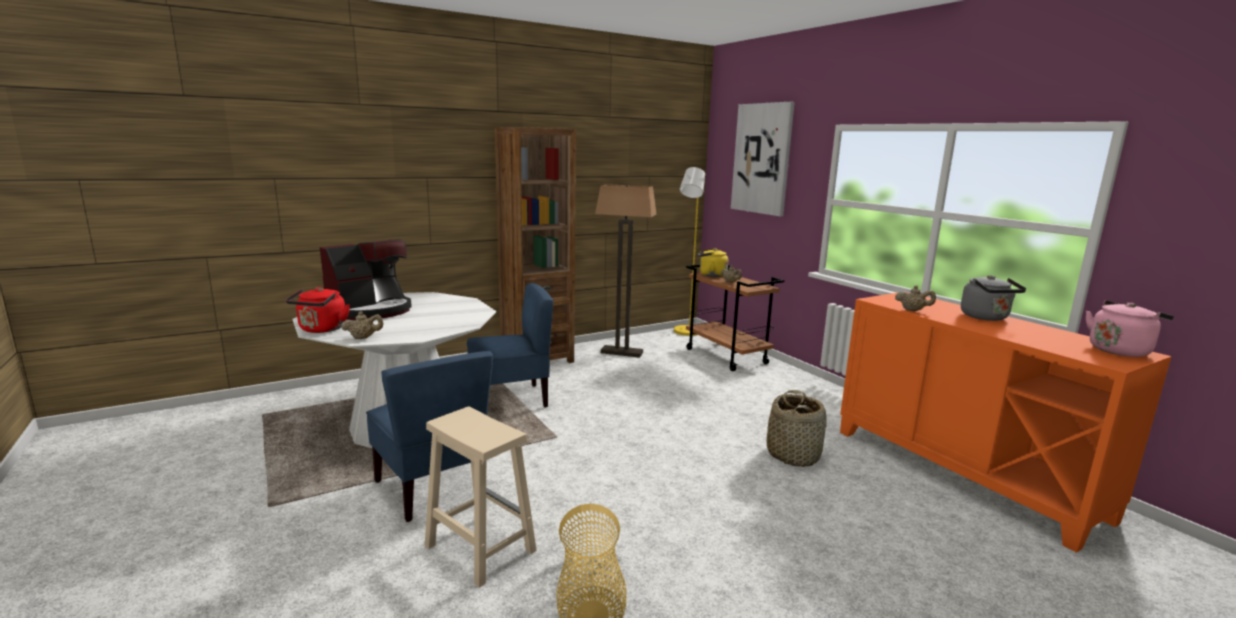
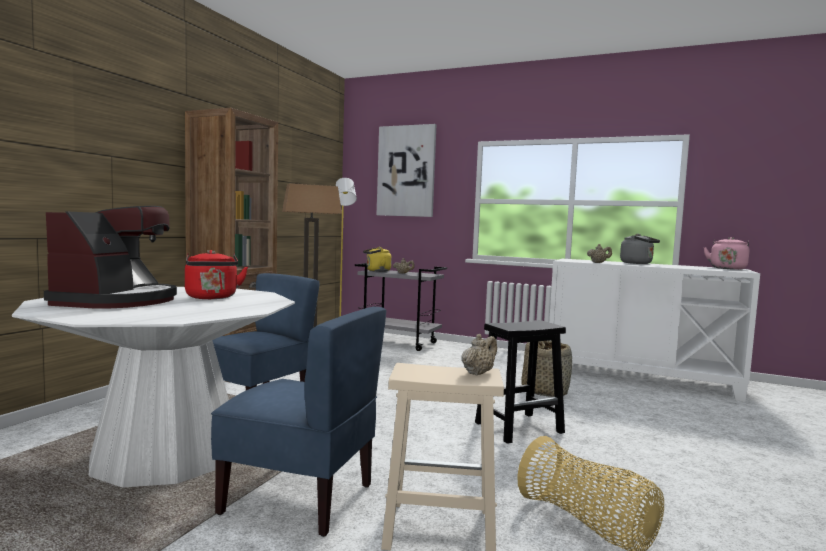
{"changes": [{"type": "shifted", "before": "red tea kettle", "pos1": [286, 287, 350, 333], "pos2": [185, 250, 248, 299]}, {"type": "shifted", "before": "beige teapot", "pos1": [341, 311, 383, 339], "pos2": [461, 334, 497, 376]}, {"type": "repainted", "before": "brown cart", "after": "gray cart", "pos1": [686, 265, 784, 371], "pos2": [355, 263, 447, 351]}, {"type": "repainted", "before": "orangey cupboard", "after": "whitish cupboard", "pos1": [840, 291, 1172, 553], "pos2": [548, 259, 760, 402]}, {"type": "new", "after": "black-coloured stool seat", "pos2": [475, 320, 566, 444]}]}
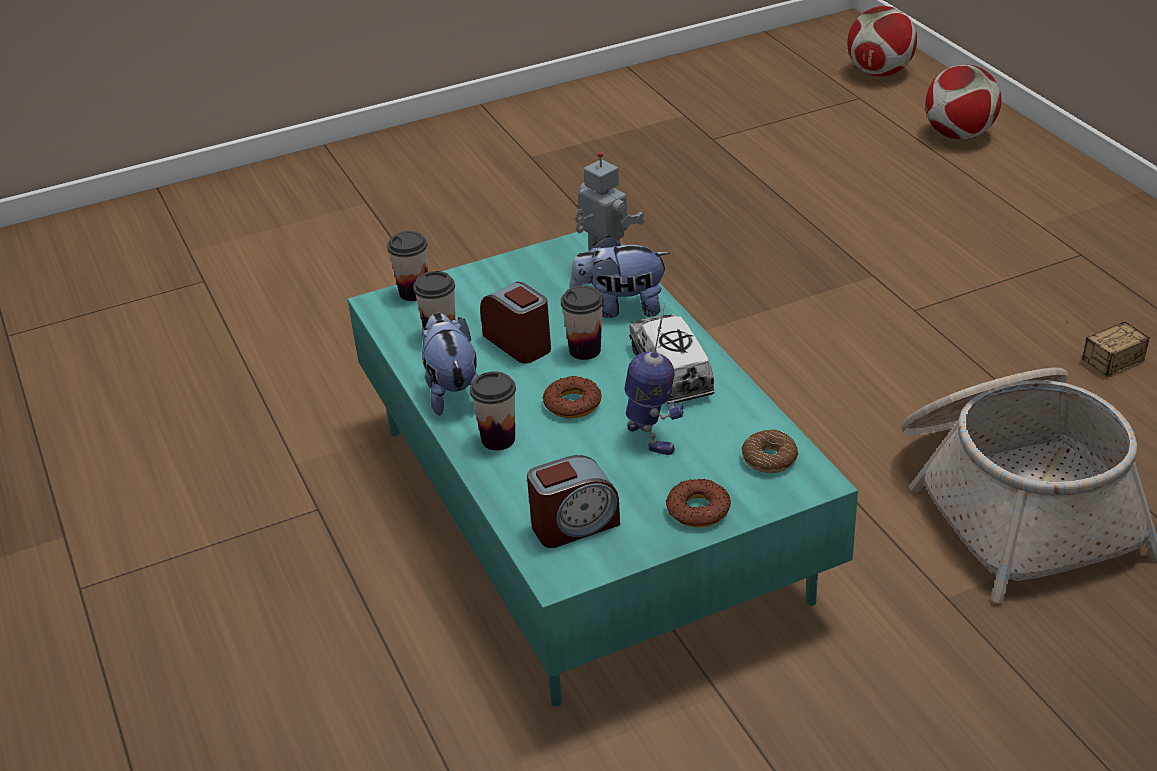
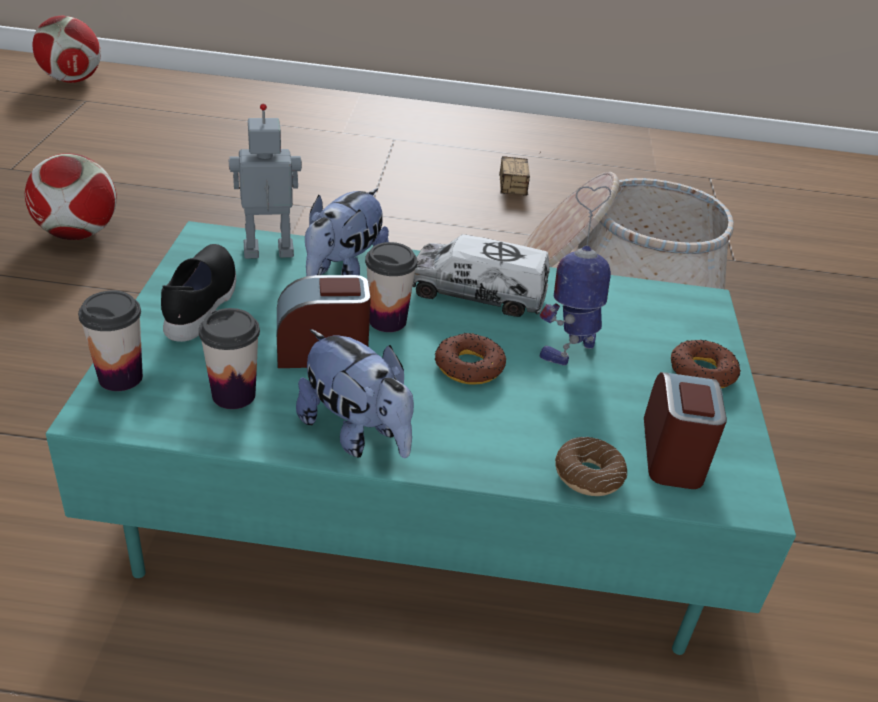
{"changes": [{"type": "rotated", "before": "cuddly toy", "pos1": [421, 312, 478, 416], "pos2": [296, 329, 414, 458], "turn": -150}, {"type": "gone", "before": "drinking cup", "pos1": [470, 371, 516, 450]}, {"type": "rotated", "before": "model robot", "pos1": [625, 304, 684, 455], "pos2": [539, 186, 611, 366], "turn": -45}, {"type": "shifted", "before": "donut", "pos1": [742, 430, 798, 473], "pos2": [555, 437, 627, 496]}, {"type": "shifted", "before": "football ball", "pos1": [925, 65, 1002, 139], "pos2": [25, 153, 117, 240]}, {"type": "new", "after": "black-coloured low shoe", "pos2": [161, 244, 236, 342]}]}
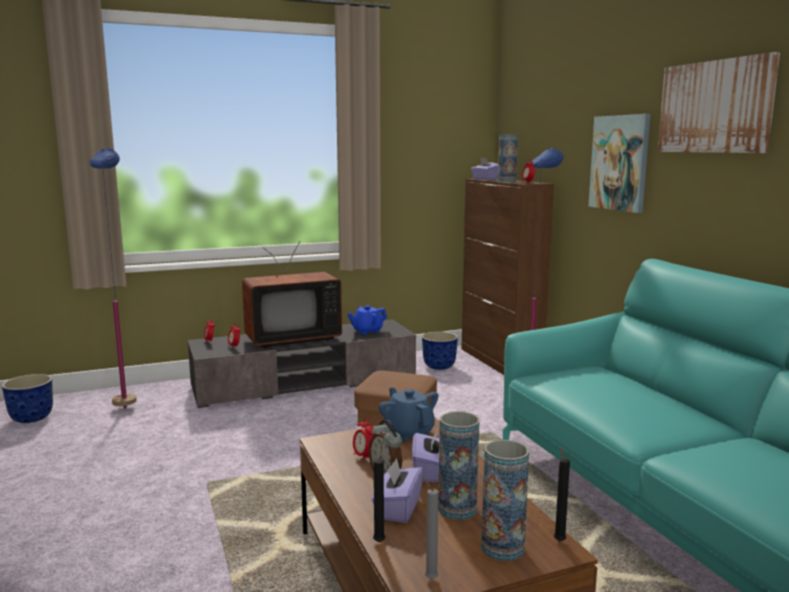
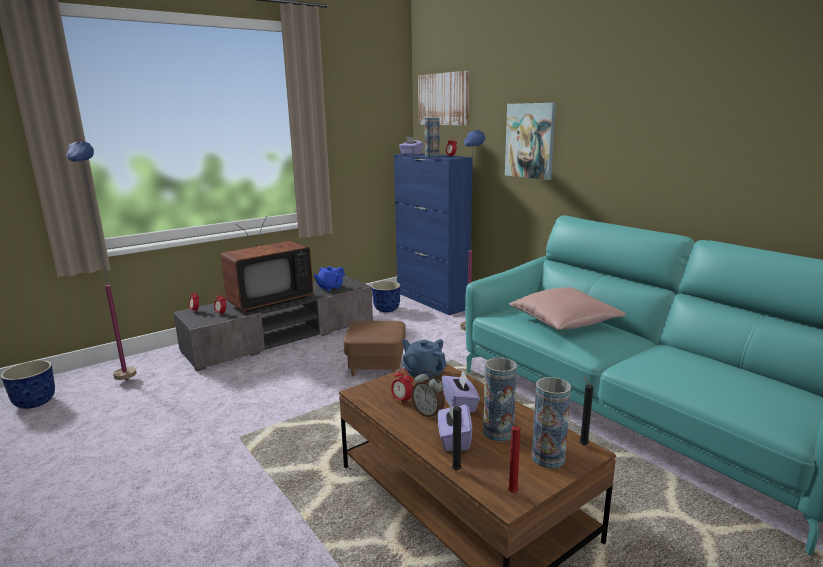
{"changes": [{"type": "repainted", "before": "gray wax candle", "after": "red wax candle", "pos1": [423, 478, 438, 580], "pos2": [507, 419, 521, 493]}, {"type": "repainted", "before": "brown cupboard", "after": "blue-coloured cupboard", "pos1": [462, 179, 554, 375], "pos2": [394, 153, 472, 315]}, {"type": "shifted", "before": "picture", "pos1": [658, 52, 780, 153], "pos2": [418, 71, 469, 125]}, {"type": "new", "after": "pink pillow", "pos2": [509, 287, 626, 330]}]}
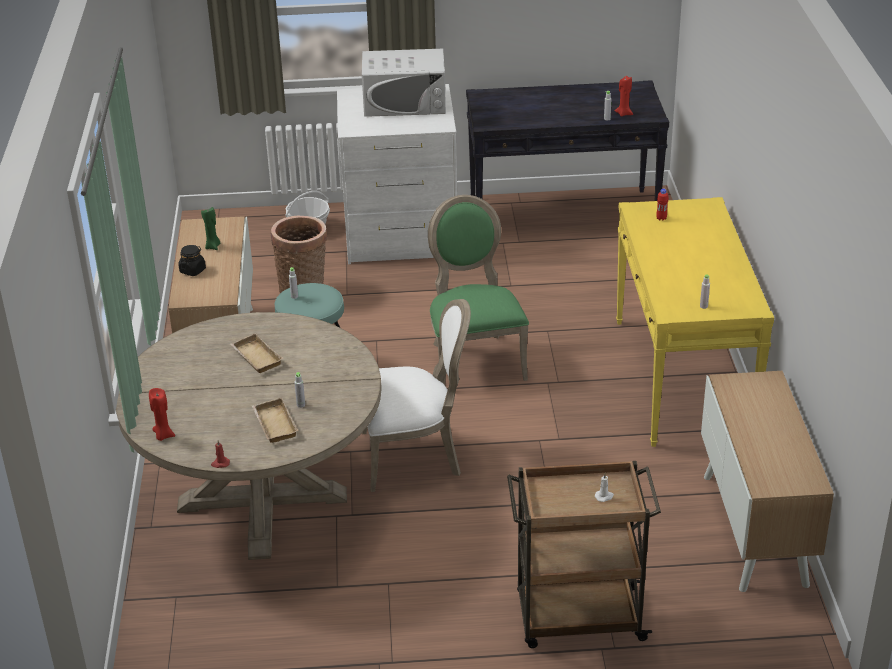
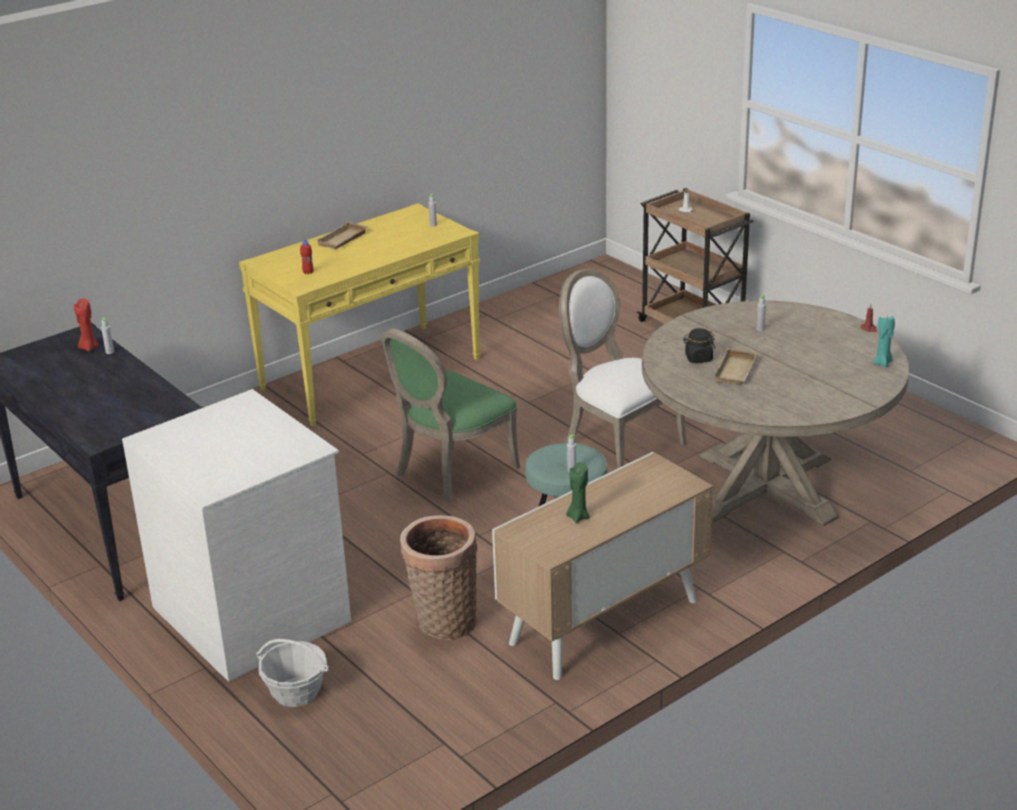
{"changes": [{"type": "repainted", "before": "red wax candle", "after": "turquoise wax candle", "pos1": [149, 388, 175, 441], "pos2": [873, 316, 895, 368]}, {"type": "shifted", "before": "black-coloured preserve jar", "pos1": [178, 245, 206, 276], "pos2": [683, 328, 715, 363]}, {"type": "shifted", "before": "beige carrying tray", "pos1": [252, 397, 299, 443], "pos2": [316, 221, 368, 249]}, {"type": "gone", "before": "whitish microwave", "pos1": [362, 49, 446, 117]}, {"type": "gone", "before": "cupboard", "pos1": [701, 371, 834, 592]}]}
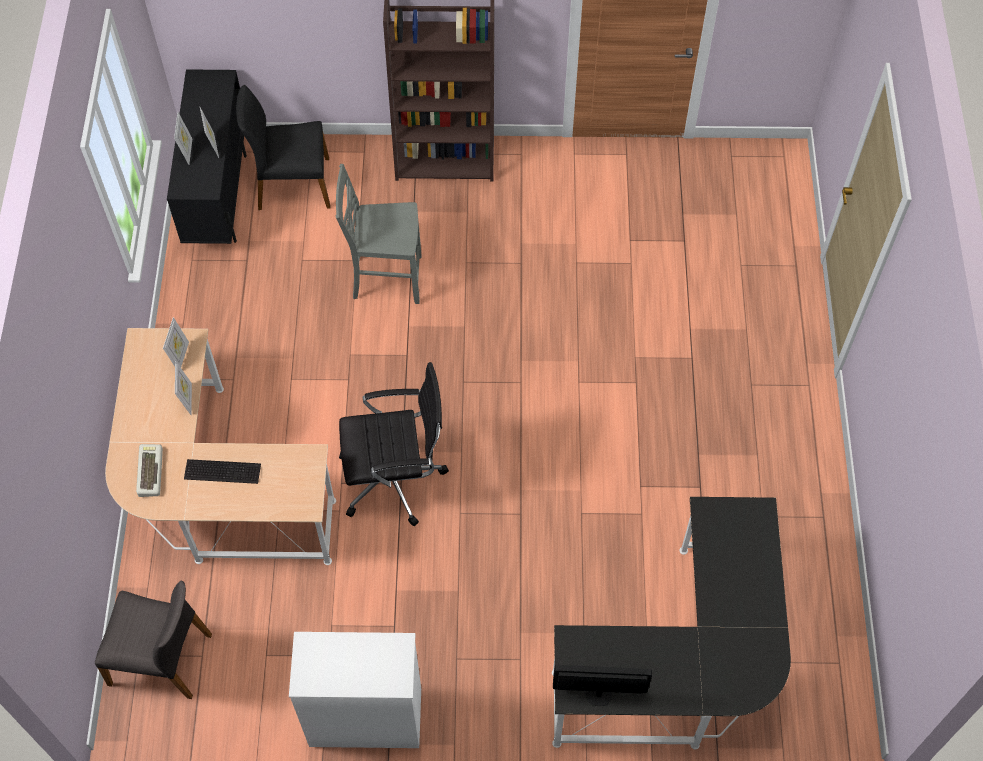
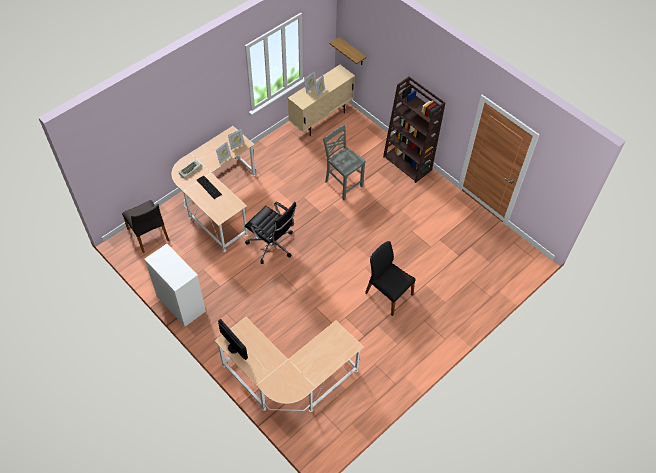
{"changes": [{"type": "repainted", "before": "black-coloured cupboard", "after": "beige cupboard", "pos1": [167, 69, 247, 244], "pos2": [288, 65, 355, 136]}, {"type": "shifted", "before": "black-coloured plain chair", "pos1": [236, 85, 331, 210], "pos2": [365, 241, 415, 316]}, {"type": "repainted", "before": "black-coloured desk table", "after": "beige desk table", "pos1": [552, 497, 791, 750], "pos2": [215, 317, 364, 412]}, {"type": "new", "after": "bracket shelf", "pos2": [330, 37, 367, 65]}]}
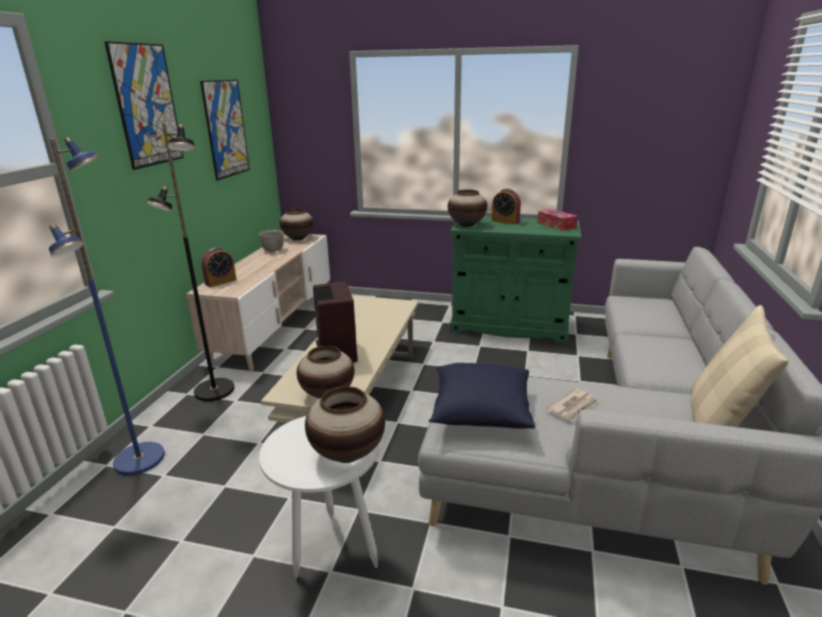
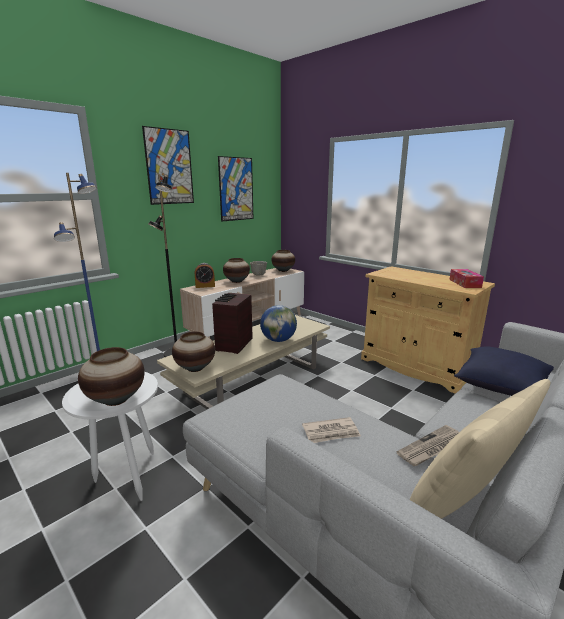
{"changes": [{"type": "shifted", "before": "blue-coloured pillow", "pos1": [429, 363, 535, 429], "pos2": [454, 346, 554, 396]}, {"type": "shifted", "before": "flower vase", "pos1": [448, 190, 487, 227], "pos2": [223, 258, 250, 283]}, {"type": "repainted", "before": "green cupboard", "after": "beige cupboard", "pos1": [450, 216, 581, 343], "pos2": [361, 266, 495, 394]}, {"type": "gone", "before": "bedside clock", "pos1": [491, 188, 521, 225]}, {"type": "new", "after": "world globe", "pos2": [260, 305, 297, 342]}, {"type": "new", "after": "daily paper", "pos2": [397, 425, 459, 466]}]}
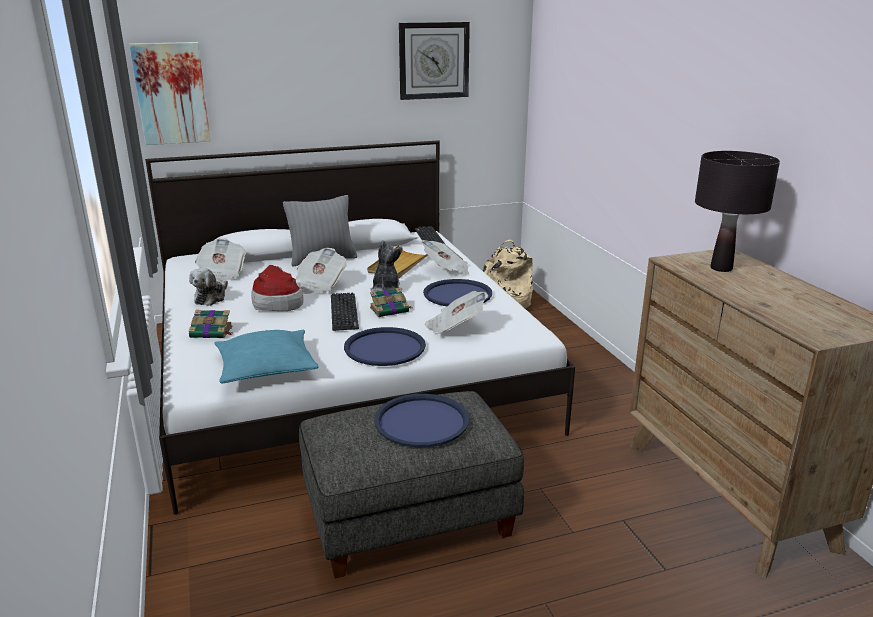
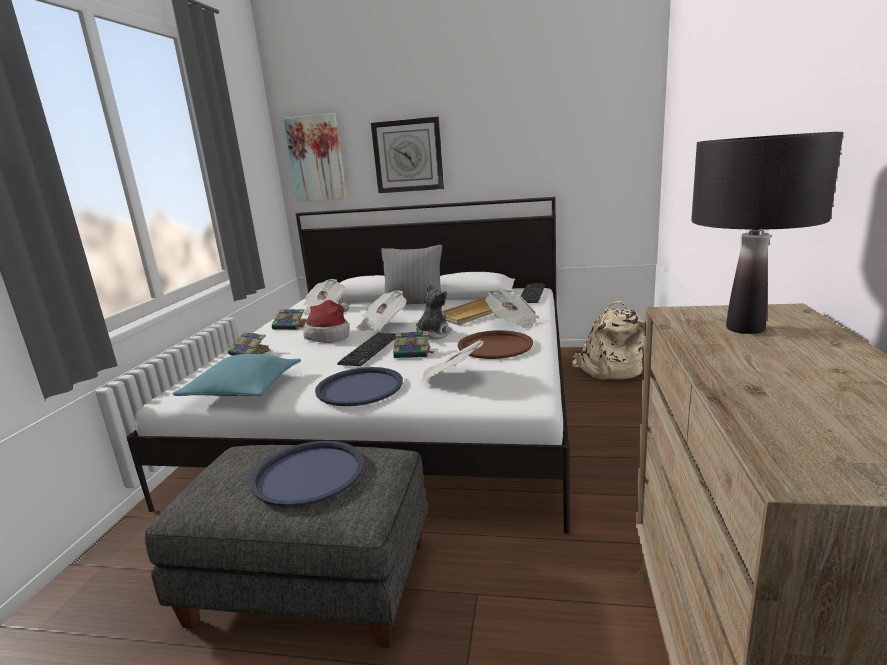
{"changes": [{"type": "swapped", "before": "cuddly toy", "after": "volume", "pos1": [189, 268, 228, 306], "pos2": [272, 309, 307, 330]}, {"type": "shifted", "before": "clock on the wall", "pos1": [399, 22, 470, 100], "pos2": [371, 117, 444, 193]}, {"type": "repainted", "before": "blue-coloured carrying tray", "after": "brown carrying tray", "pos1": [423, 279, 492, 306], "pos2": [458, 330, 533, 359]}]}
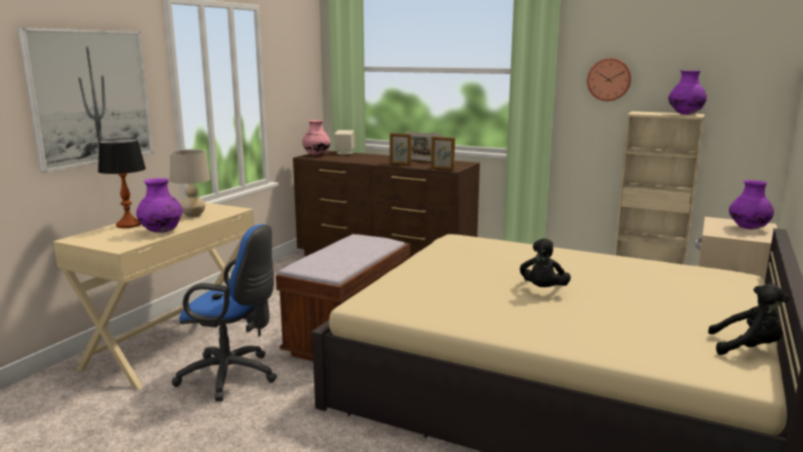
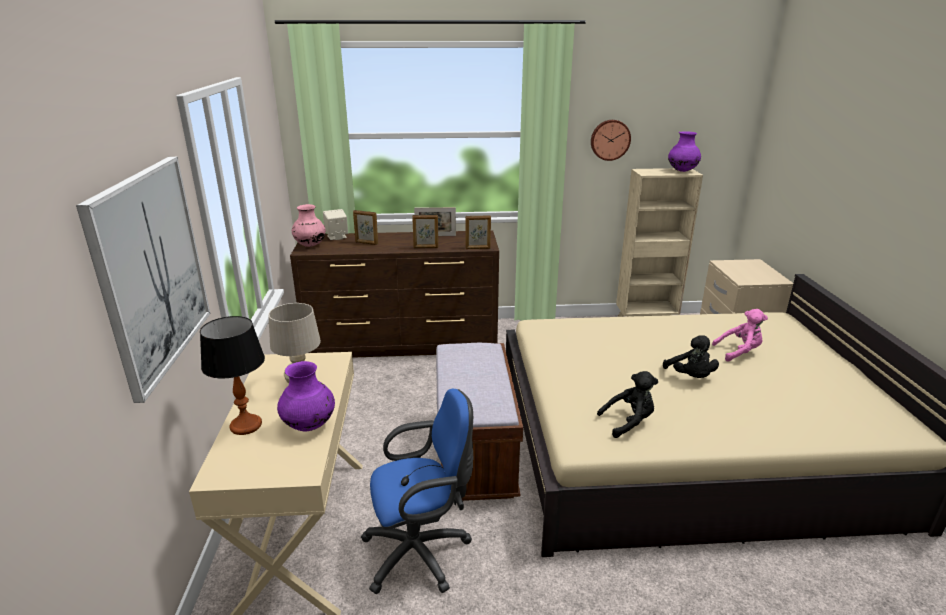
{"changes": [{"type": "shifted", "before": "black-coloured cuddly toy", "pos1": [708, 284, 789, 355], "pos2": [597, 371, 658, 438]}, {"type": "gone", "before": "purplish flower vase", "pos1": [729, 180, 774, 229]}, {"type": "new", "after": "standing frame", "pos2": [353, 210, 378, 245]}, {"type": "new", "after": "pink cuddly toy", "pos2": [712, 309, 768, 362]}]}
